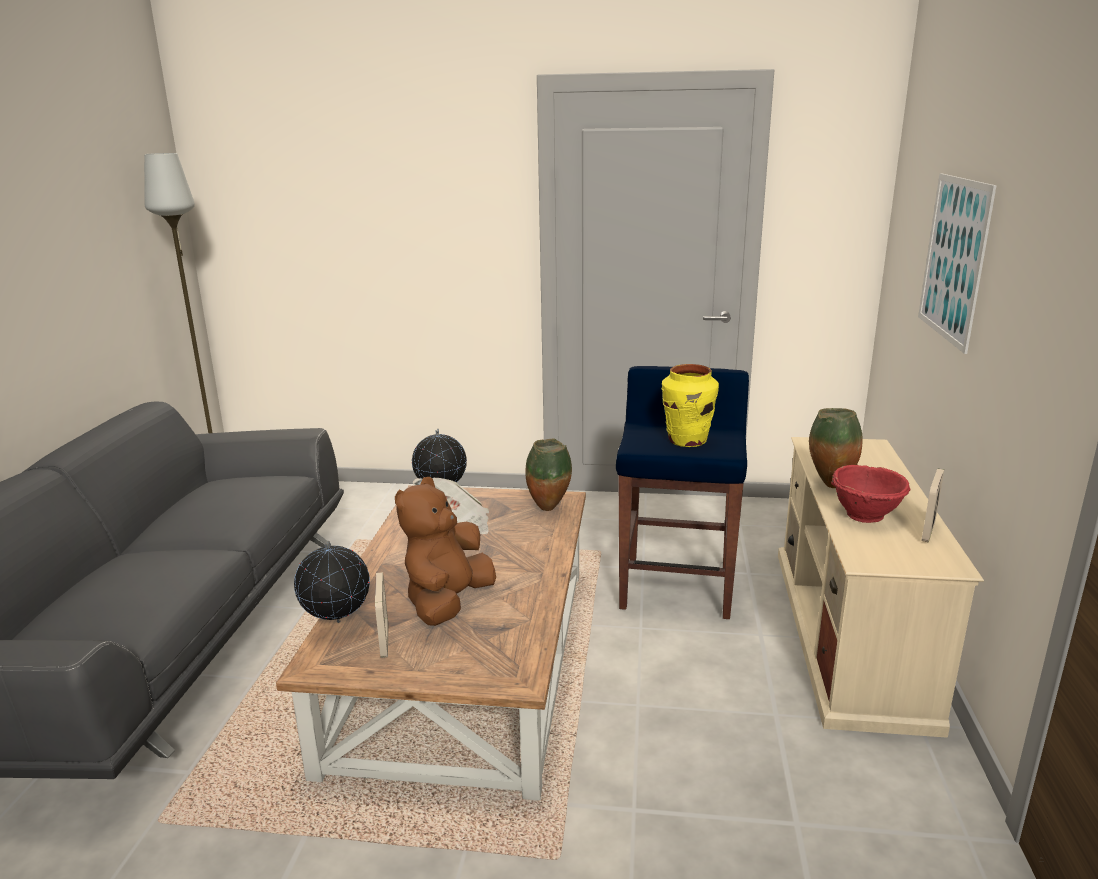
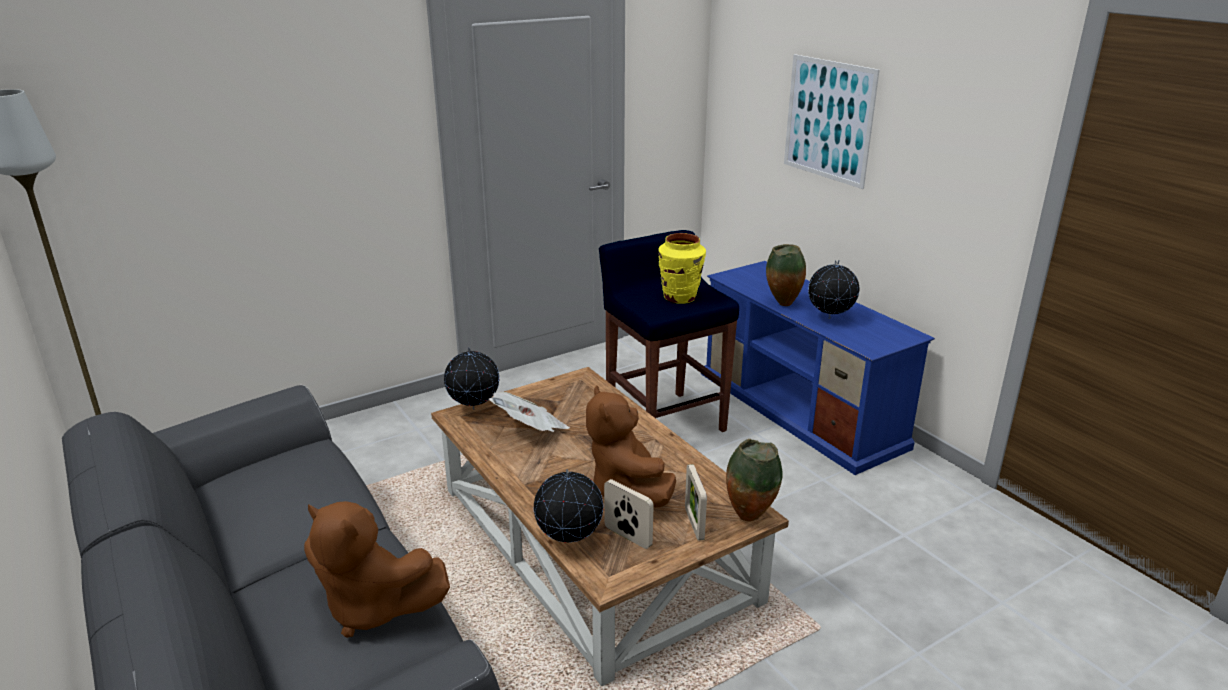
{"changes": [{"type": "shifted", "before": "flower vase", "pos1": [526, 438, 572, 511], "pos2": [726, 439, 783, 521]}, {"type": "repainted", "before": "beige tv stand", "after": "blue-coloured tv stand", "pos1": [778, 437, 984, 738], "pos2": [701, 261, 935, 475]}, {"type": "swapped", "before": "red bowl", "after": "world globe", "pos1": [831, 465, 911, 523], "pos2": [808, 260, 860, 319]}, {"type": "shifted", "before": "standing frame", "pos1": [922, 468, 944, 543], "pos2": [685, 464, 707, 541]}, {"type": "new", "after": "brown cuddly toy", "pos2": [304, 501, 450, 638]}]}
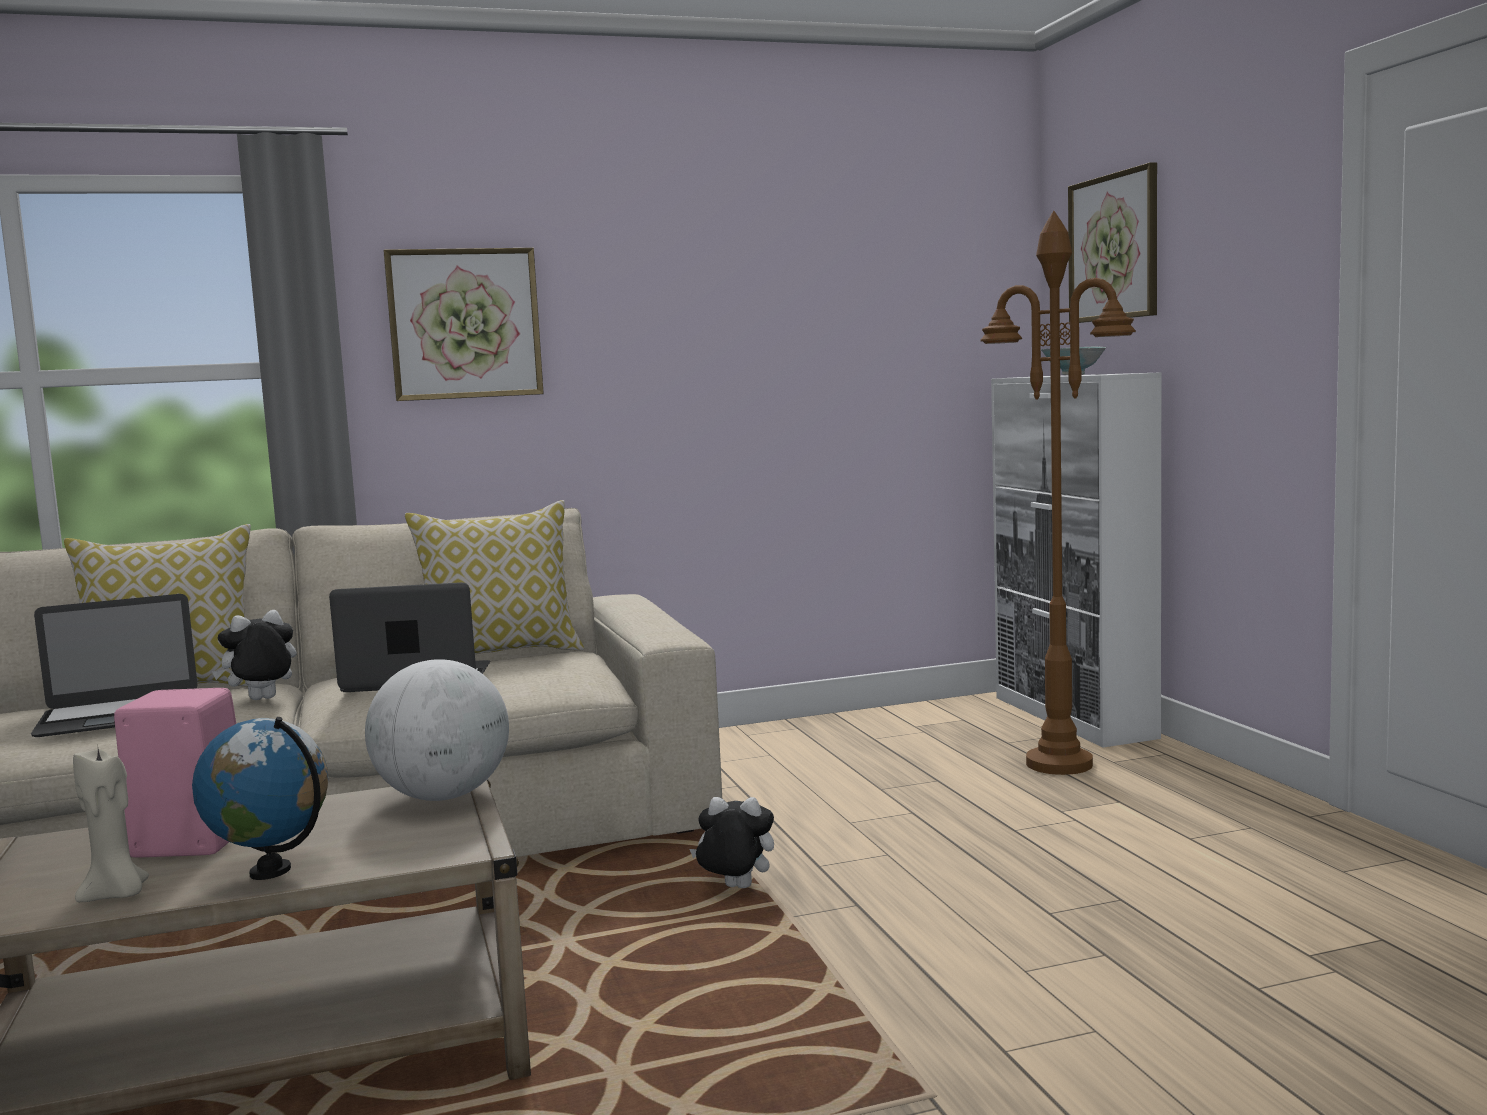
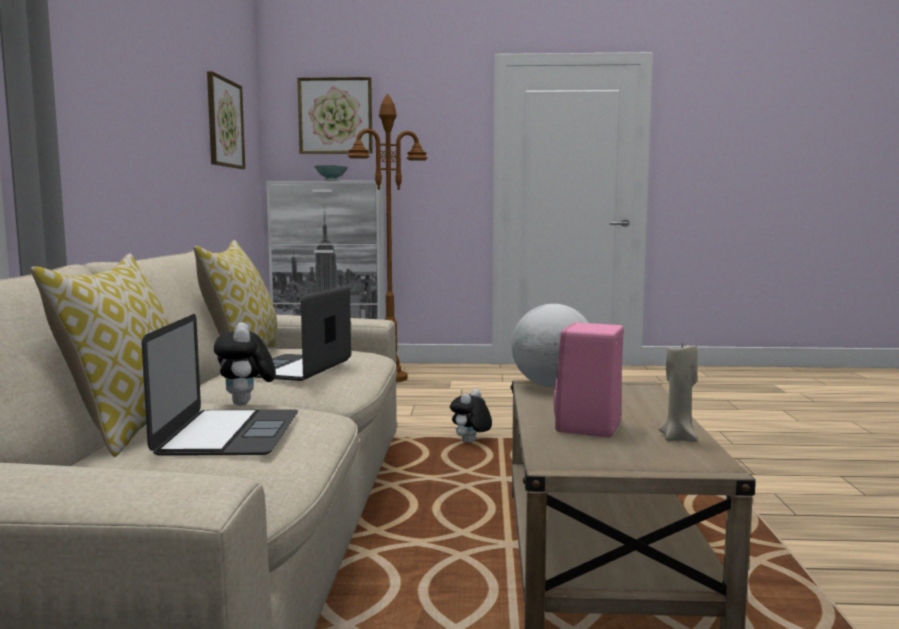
{"changes": [{"type": "gone", "before": "world globe", "pos1": [192, 717, 328, 880]}, {"type": "shifted", "before": "picture", "pos1": [384, 248, 544, 401], "pos2": [207, 71, 245, 169]}]}
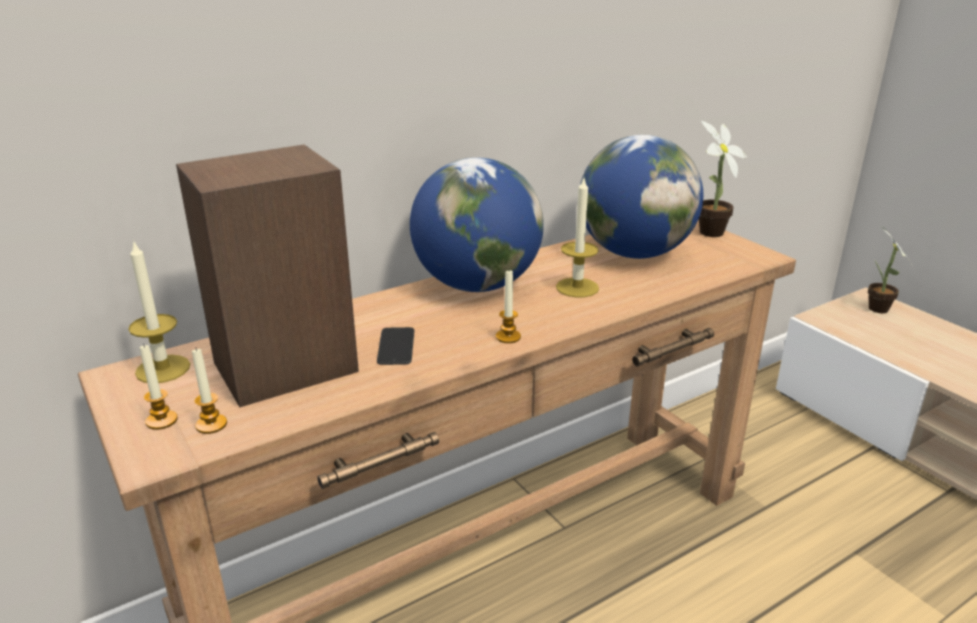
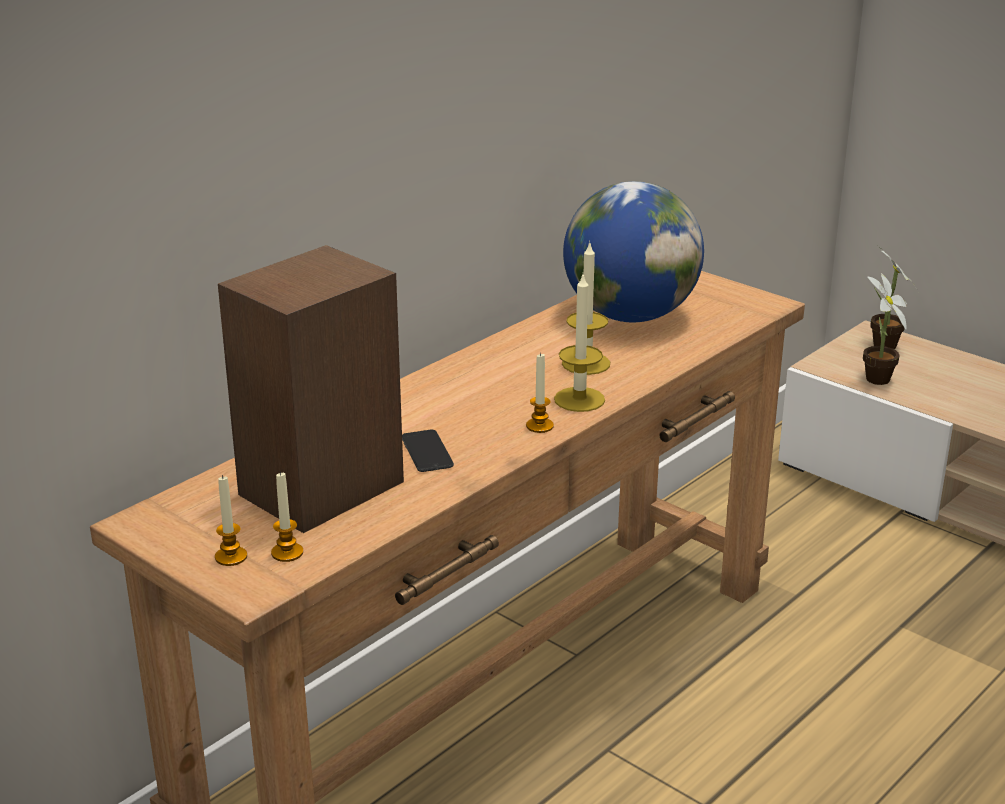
{"changes": [{"type": "shifted", "before": "wax candle", "pos1": [129, 240, 190, 383], "pos2": [554, 275, 605, 412]}, {"type": "gone", "before": "world globe", "pos1": [410, 157, 544, 292]}, {"type": "shifted", "before": "potted plant", "pos1": [699, 121, 747, 237], "pos2": [863, 273, 907, 385]}]}
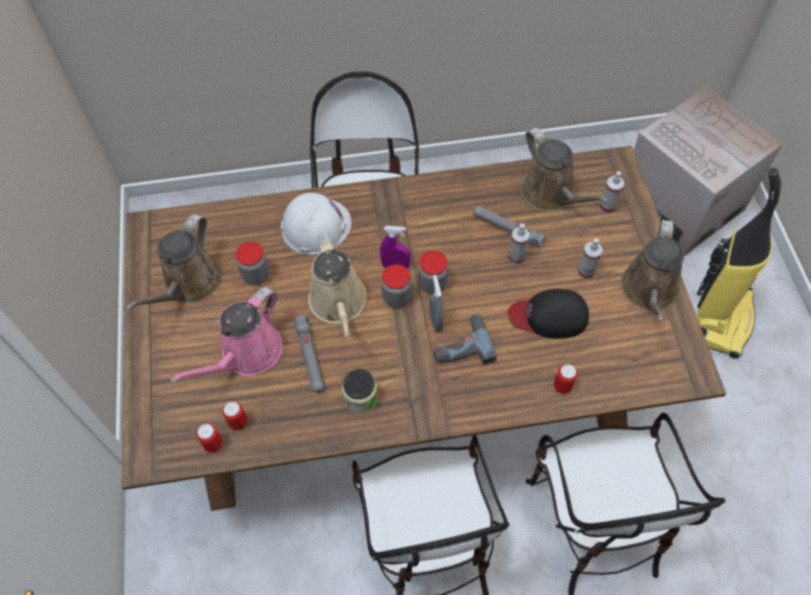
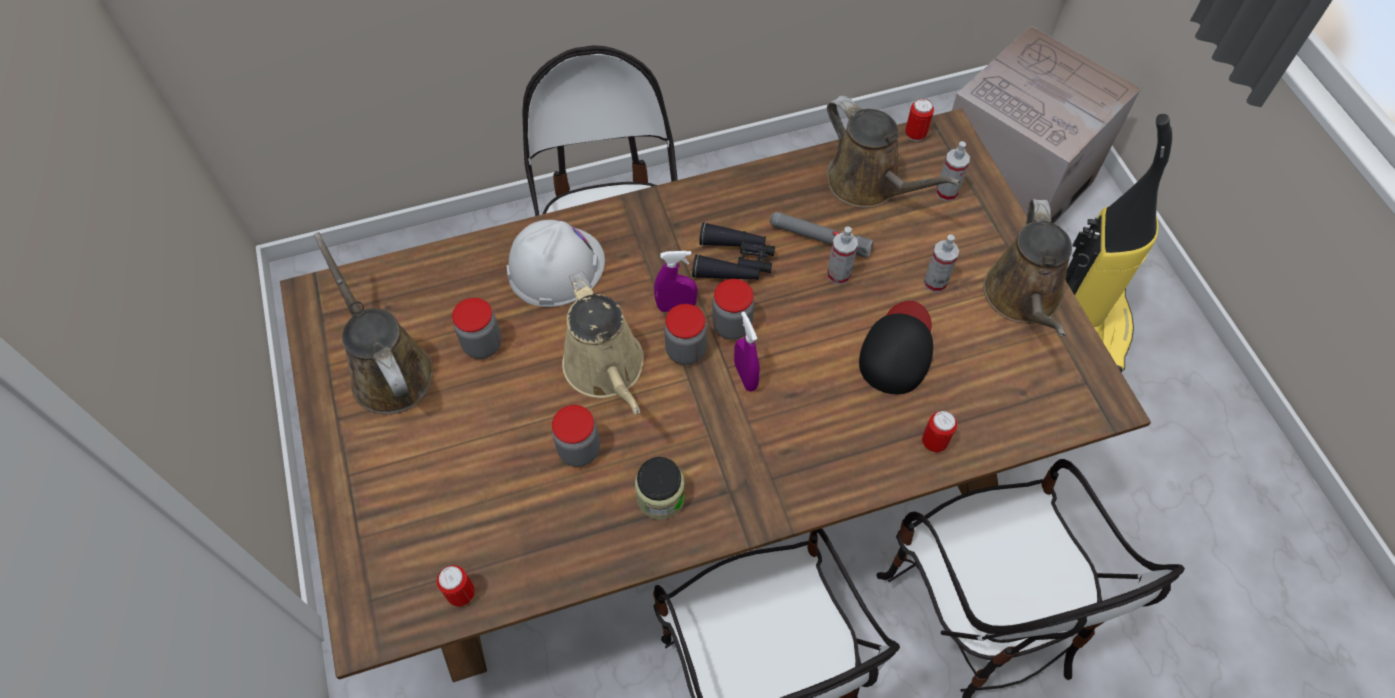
{"changes": [{"type": "rotated", "before": "brown watering pot", "pos1": [125, 214, 222, 311], "pos2": [314, 232, 434, 414], "turn": 135}, {"type": "gone", "before": "pink watering pot", "pos1": [170, 287, 283, 382]}, {"type": "shifted", "before": "metal can", "pos1": [222, 401, 248, 430], "pos2": [905, 98, 934, 141]}, {"type": "swapped", "before": "gray torch", "after": "preserve jar", "pos1": [294, 316, 324, 393], "pos2": [552, 405, 600, 467]}, {"type": "repainted", "before": "gray hand sprayer", "after": "purplish hand sprayer", "pos1": [429, 275, 444, 333], "pos2": [734, 312, 760, 392]}, {"type": "gone", "before": "drill", "pos1": [433, 312, 497, 364]}, {"type": "rotated", "before": "black-coloured cap", "pos1": [507, 289, 589, 338], "pos2": [859, 301, 933, 394], "turn": 120}, {"type": "new", "after": "black-coloured binoculars", "pos2": [692, 222, 775, 280]}]}
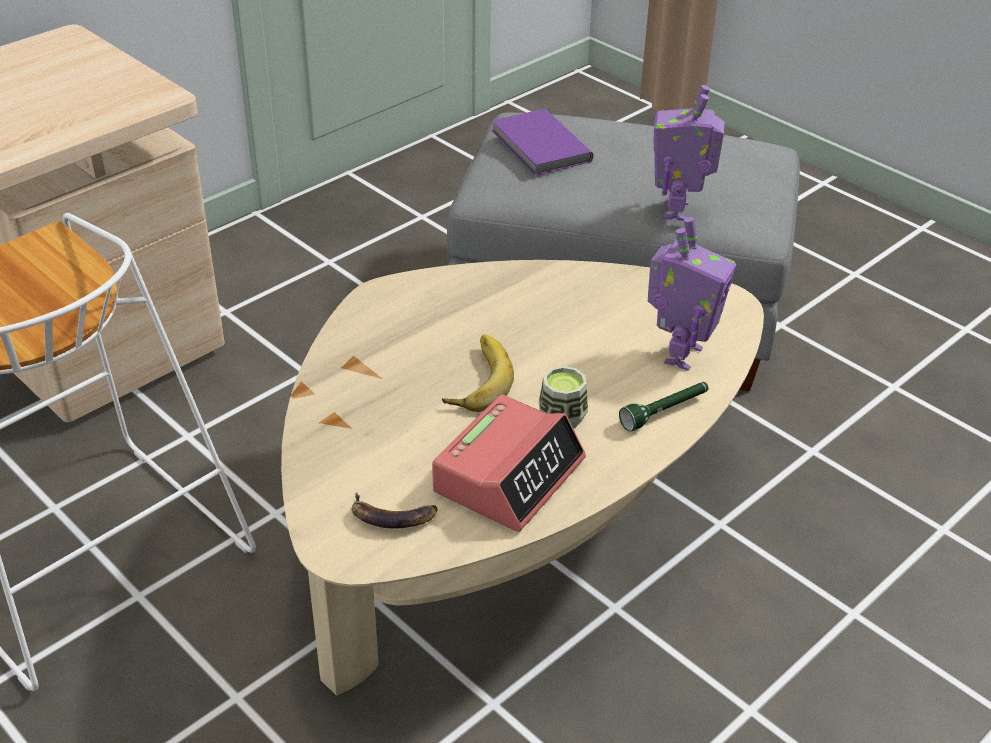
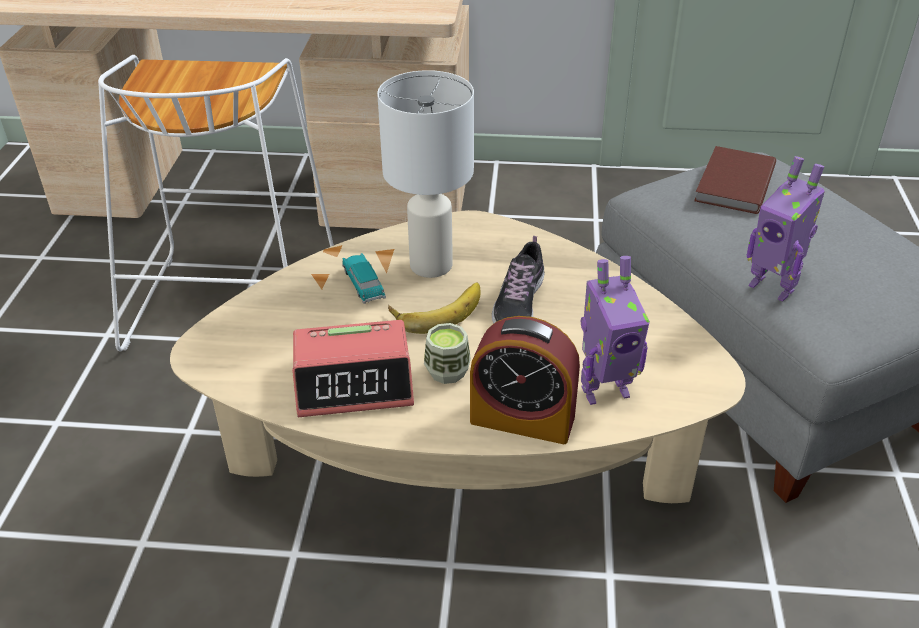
{"changes": [{"type": "gone", "before": "whole banana", "pos1": [352, 493, 438, 529]}, {"type": "repainted", "before": "purplish volume", "after": "brown volume", "pos1": [491, 109, 593, 175], "pos2": [694, 146, 776, 214]}, {"type": "swapped", "before": "green torch", "after": "bedside clock", "pos1": [619, 382, 709, 431], "pos2": [470, 316, 580, 444]}, {"type": "rotated", "before": "model robot", "pos1": [653, 85, 724, 221], "pos2": [747, 156, 825, 302], "turn": -105}, {"type": "new", "after": "miniature car", "pos2": [342, 253, 386, 304]}, {"type": "new", "after": "whitish lamp for a table", "pos2": [377, 70, 474, 278]}, {"type": "new", "after": "low shoe", "pos2": [492, 236, 544, 324]}]}
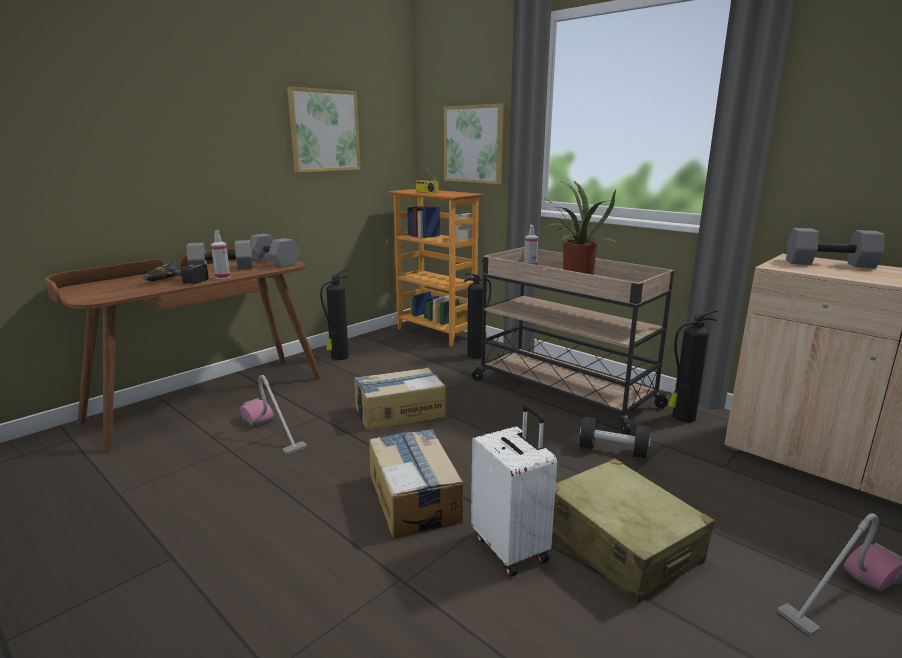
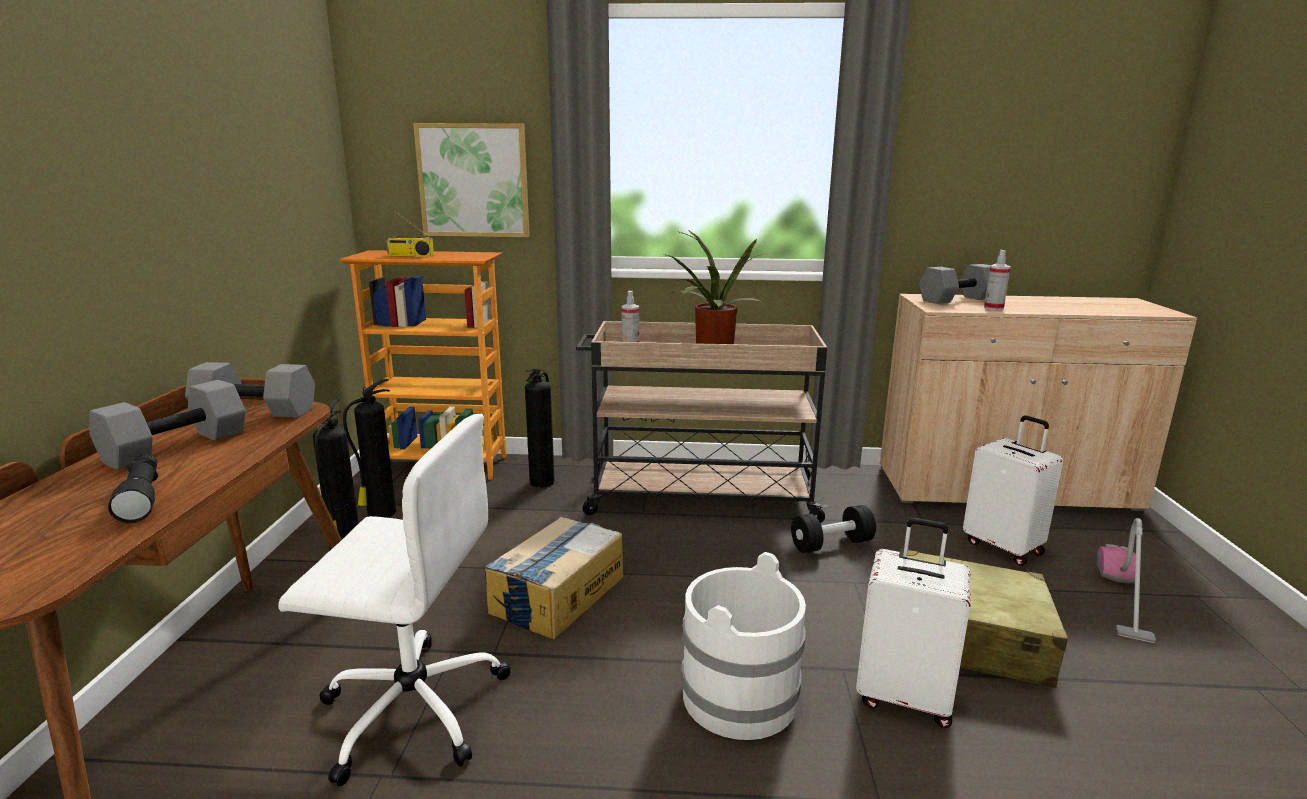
{"changes": [{"type": "swapped", "before": "drill", "after": "black-coloured torch", "pos1": [143, 263, 209, 284], "pos2": [108, 454, 159, 523]}, {"type": "shifted", "before": "hand sprayer", "pos1": [211, 230, 231, 279], "pos2": [984, 250, 1011, 310]}, {"type": "swapped", "before": "vacuum cleaner", "after": "whitish computer chair", "pos1": [240, 375, 307, 454], "pos2": [279, 414, 511, 786]}, {"type": "gone", "before": "picture", "pos1": [287, 87, 361, 172]}, {"type": "swapped", "before": "packing box", "after": "whitish water bucket", "pos1": [369, 429, 463, 538], "pos2": [681, 552, 806, 740]}, {"type": "shifted", "before": "fire extinguisher", "pos1": [668, 310, 718, 423], "pos2": [343, 379, 396, 518]}, {"type": "new", "after": "whitish suitcase", "pos2": [963, 416, 1063, 566]}]}
